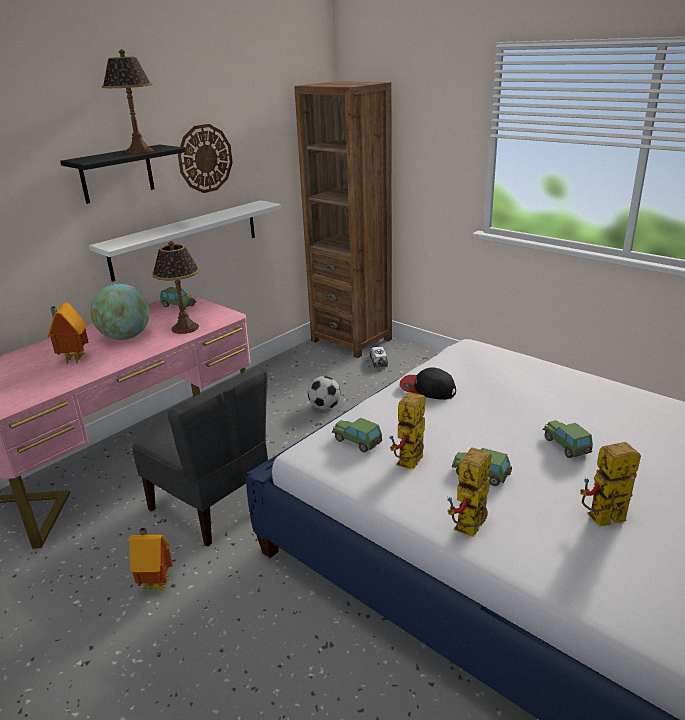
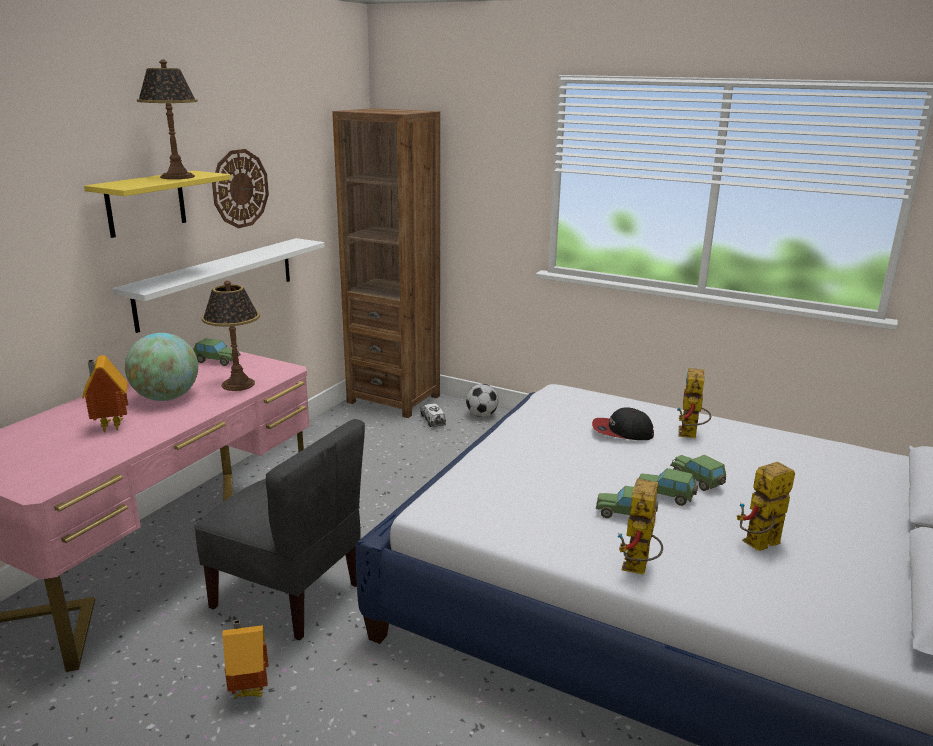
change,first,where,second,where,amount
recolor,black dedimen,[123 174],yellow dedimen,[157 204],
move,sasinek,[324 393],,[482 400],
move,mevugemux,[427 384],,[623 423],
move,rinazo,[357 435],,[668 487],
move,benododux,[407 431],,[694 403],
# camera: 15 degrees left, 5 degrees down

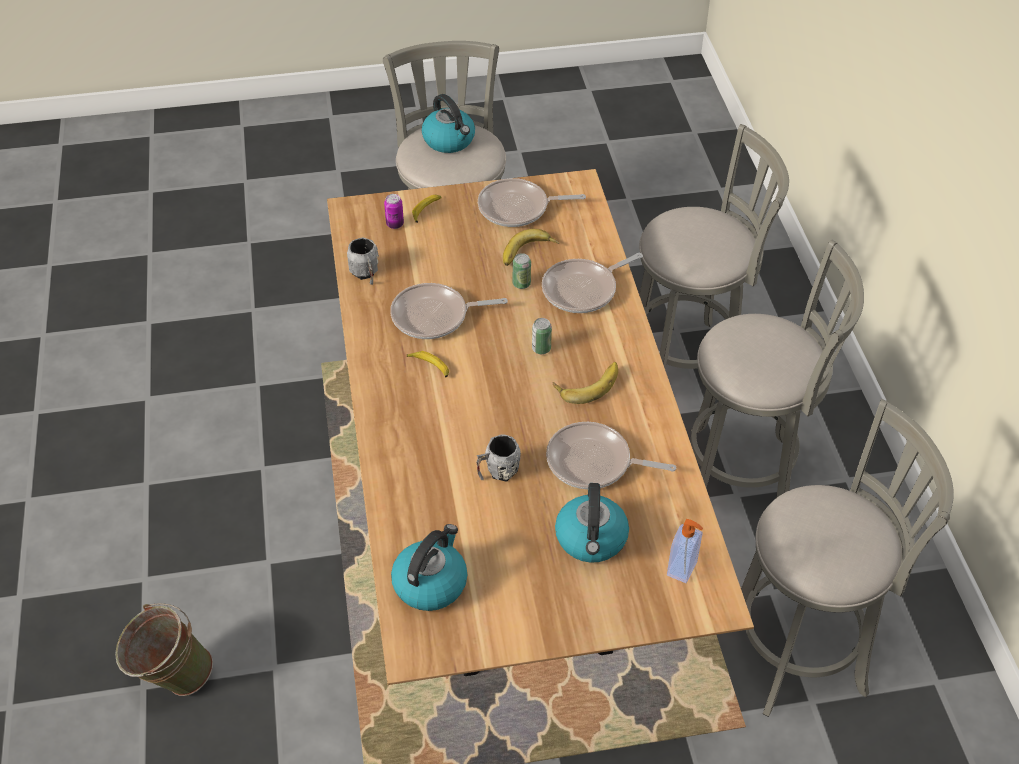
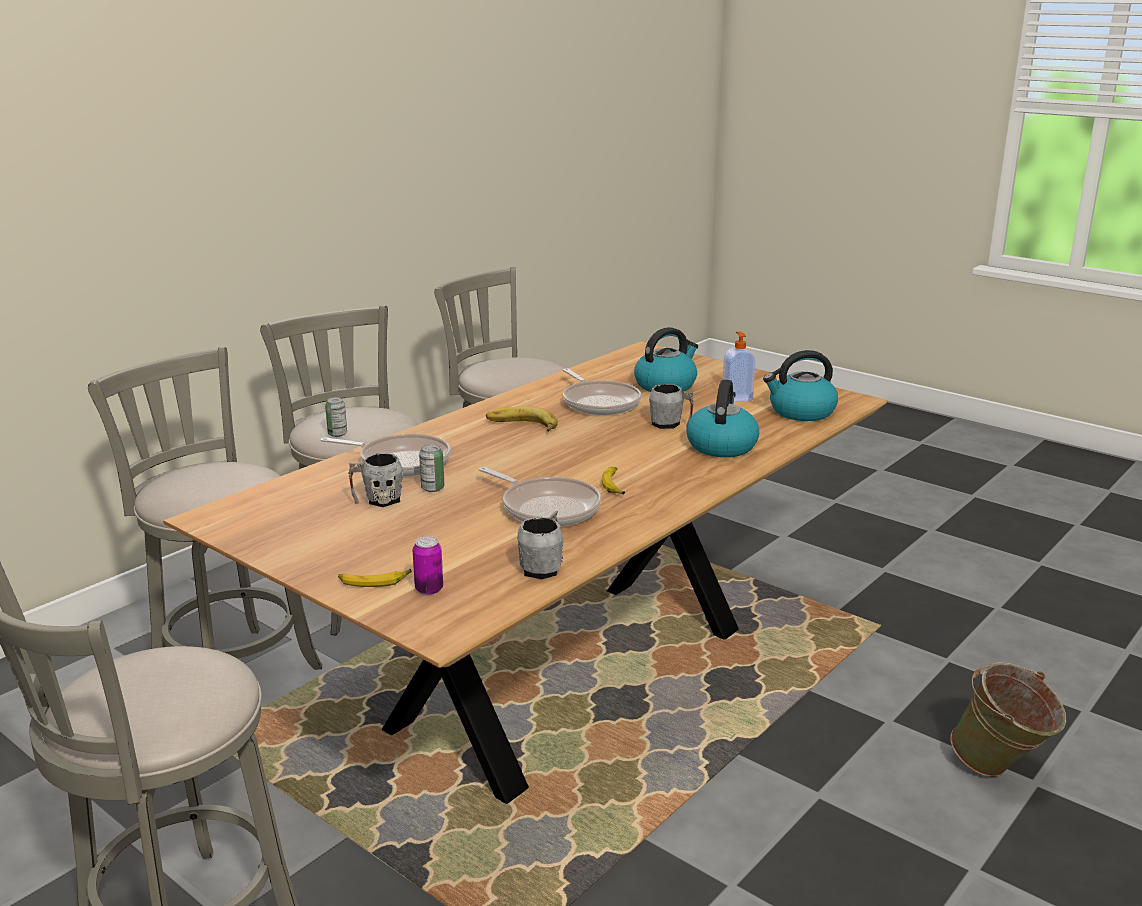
change,first,where,second,where,amount
move,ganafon,[542 336],,[336 417],
replace,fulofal,[531 247],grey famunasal,[375 480],
move,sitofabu,[448 123],,[723 418],
move,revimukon,[685 551],,[739 367],
delete,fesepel,[532 202],,,
# camera: 130 degrees left, 25 degrees down

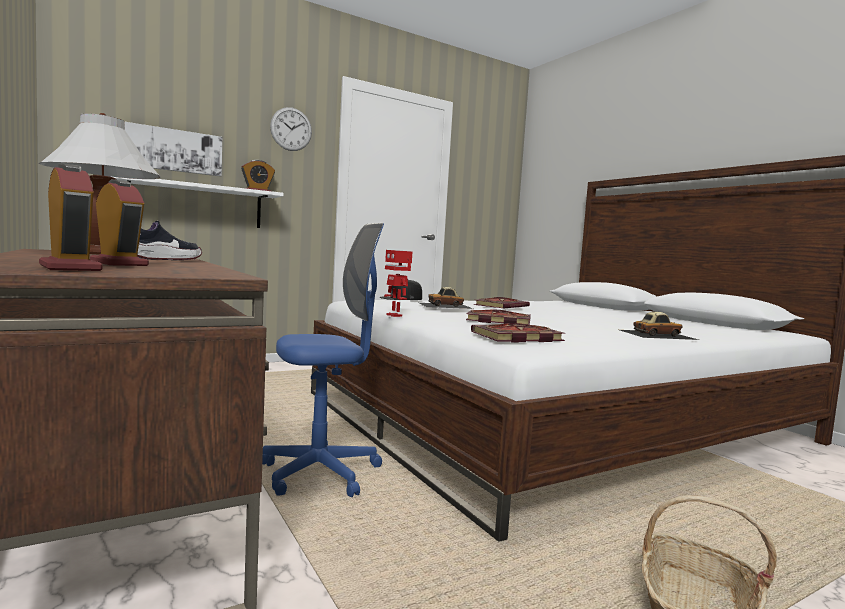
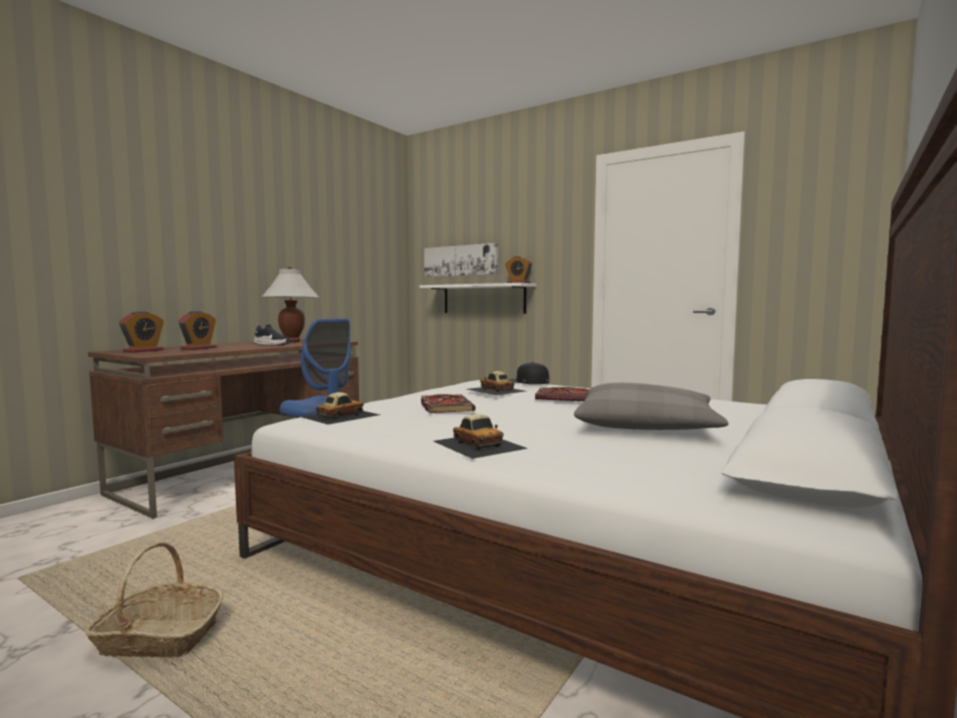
change,first,where,second,where,amount
replace,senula,[518 332],rinazo,[341 408],
insert,,,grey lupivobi,[651 406],
delete,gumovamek,[291 129],,,
delete,benododux,[398 283],,,
# camera: 65 degrees right, 0 degrees up

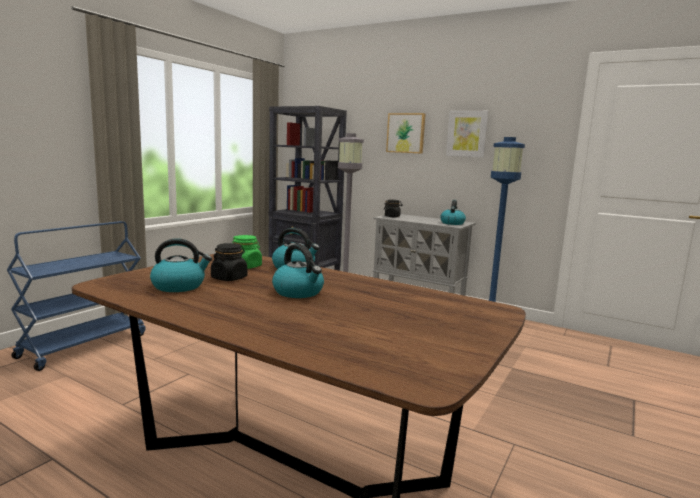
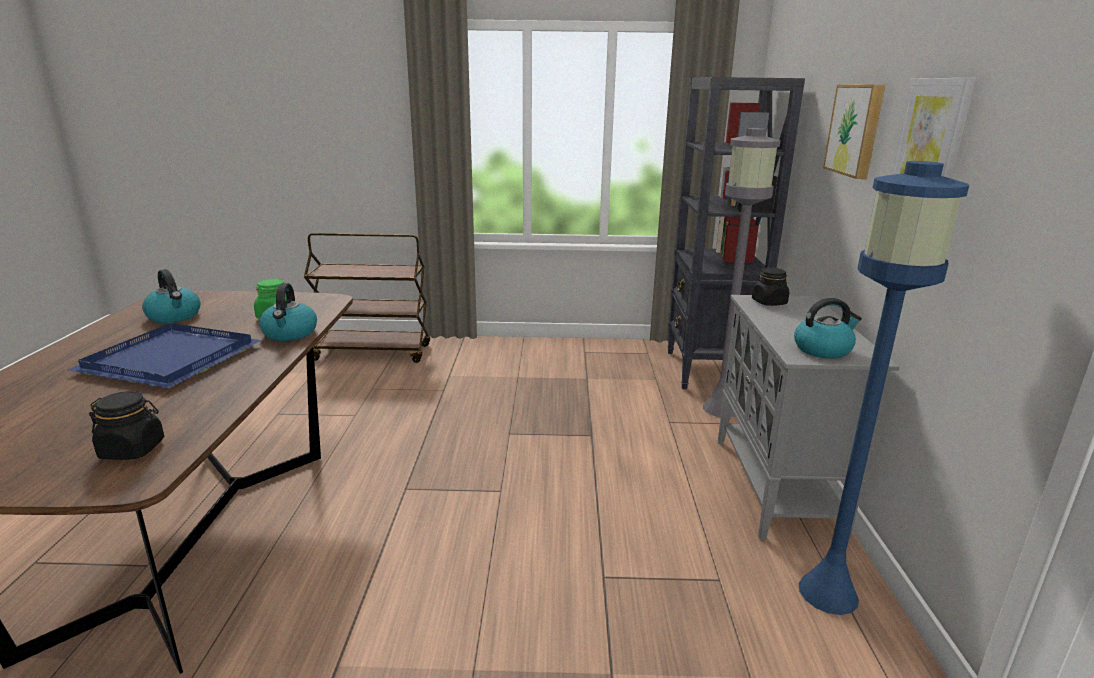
change,first,where,second,where,amount
replace,sitofabu,[298 271],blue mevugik,[165 355],
move,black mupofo,[229 262],,[126 425],
recolor,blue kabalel,[76 296],brown kabalel,[367 298],
# camera: 60 degrees right, 10 degrees up

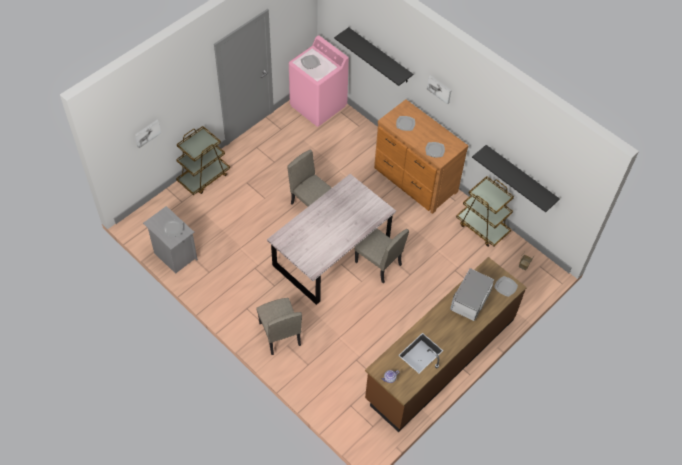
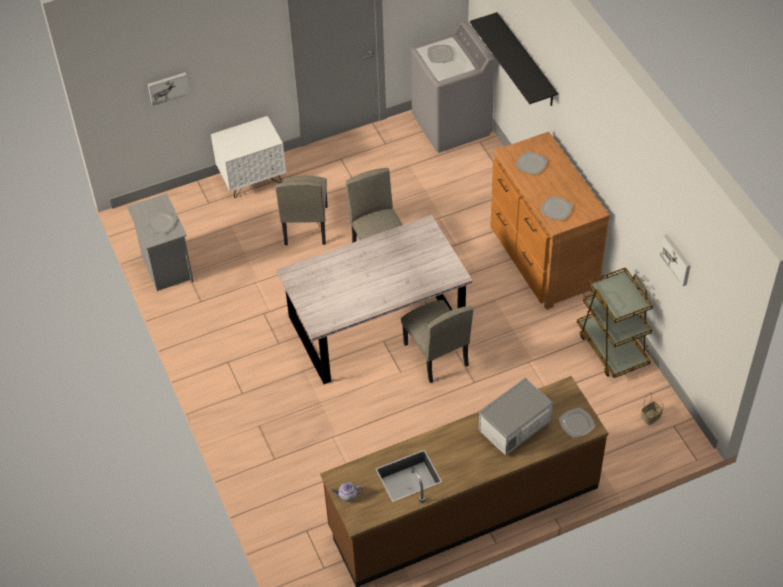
change,first,where,second,where,amount
replace,brown kabalel,[203 160],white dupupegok,[248 157],
move,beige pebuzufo,[279 326],,[301 210],
recolor,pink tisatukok,[319 81],grey tisatukok,[452 87],
move,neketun,[439 90],,[675 260],
delete,black dedimen,[516 178],,,
# camera: 25 degrees right, 5 degrees down

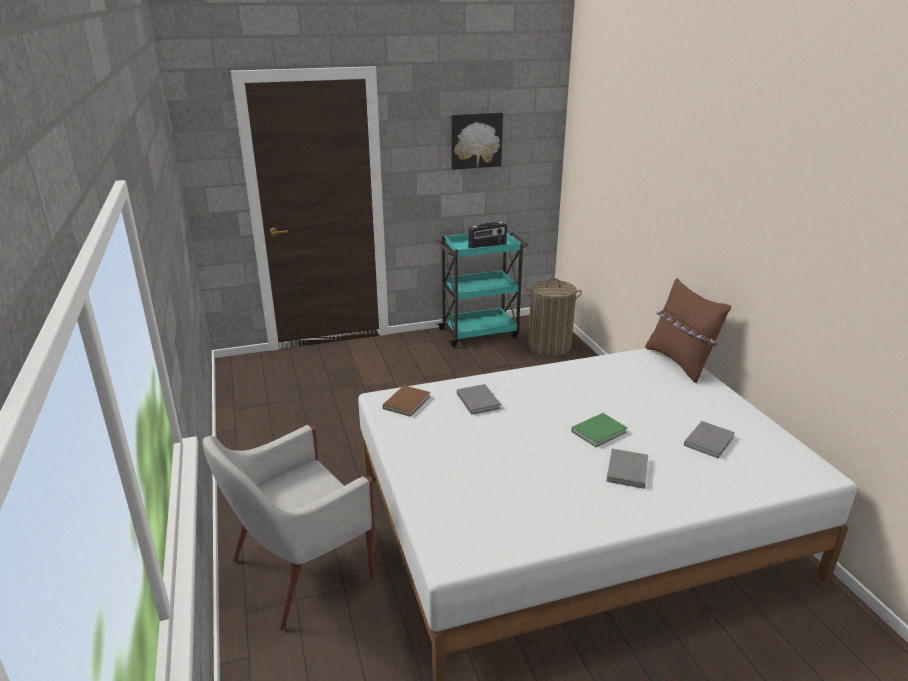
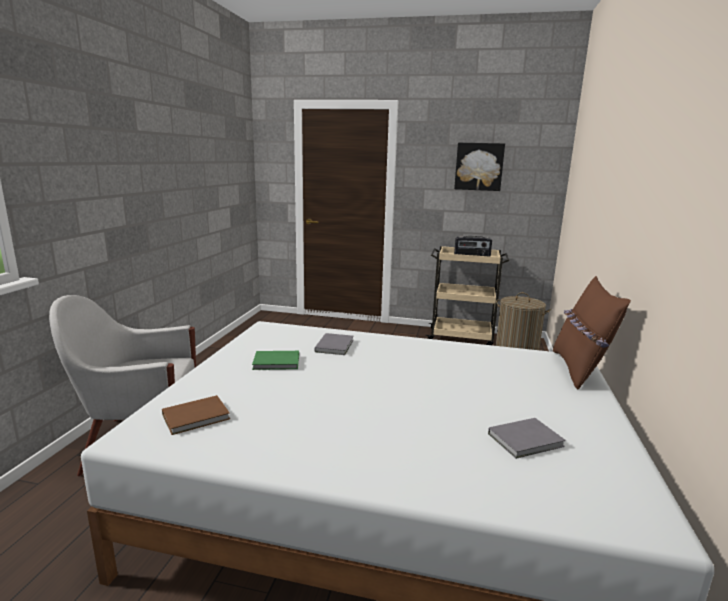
change,first,where,second,where,amount
move,brown senula,[407 401],,[196 415],
move,green senula,[599 430],,[275 360],
recolor,turquoise kabalel,[482 289],beige kabalel,[467 295],
delete,grey senula,[627 469],,,
# camera: 30 degrees right, 10 degrees down

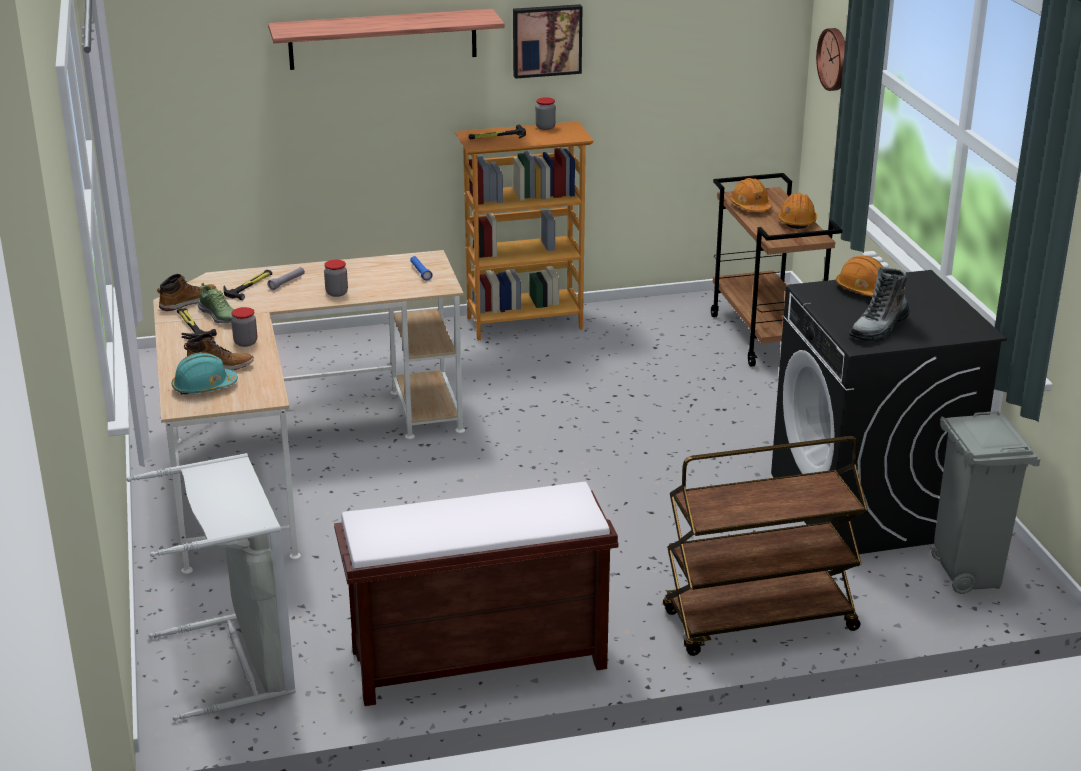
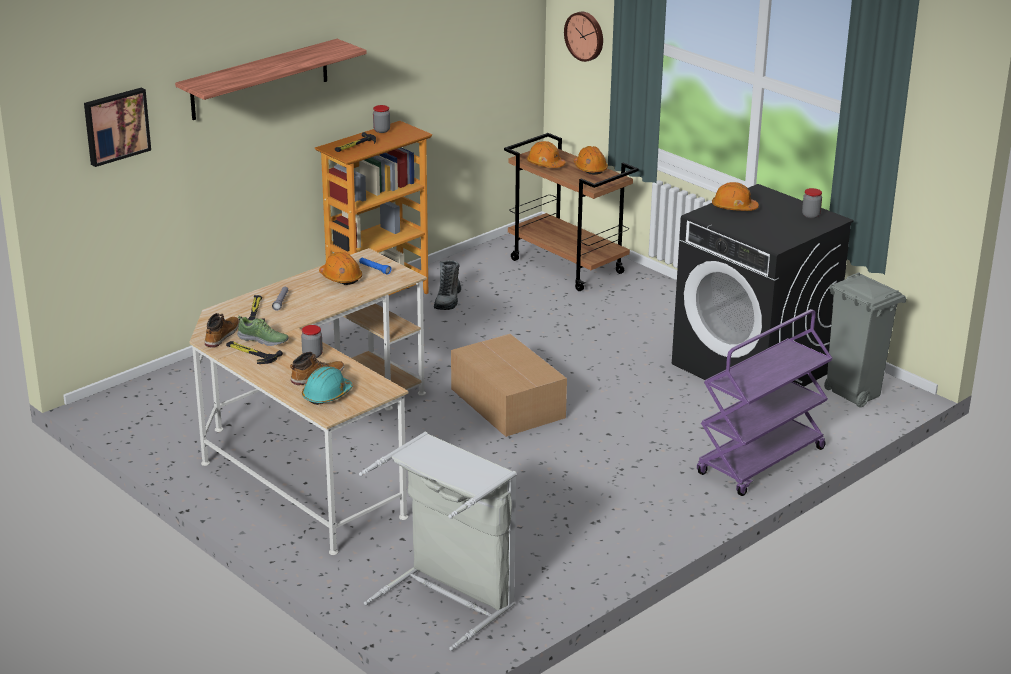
change,first,where,second,where,amount
move,neketun,[547 41],,[117 127],
insert,,,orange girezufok,[340 268],
move,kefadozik,[879 304],,[447 285],
insert,,,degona,[509 385],
recolor,brown kabalel,[765 546],purple kabalel,[765 402],
move,mupofo,[336 278],,[812 203],
delete,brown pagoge,[476 594],,,
# camera: 30 degrees left, 0 degrees up

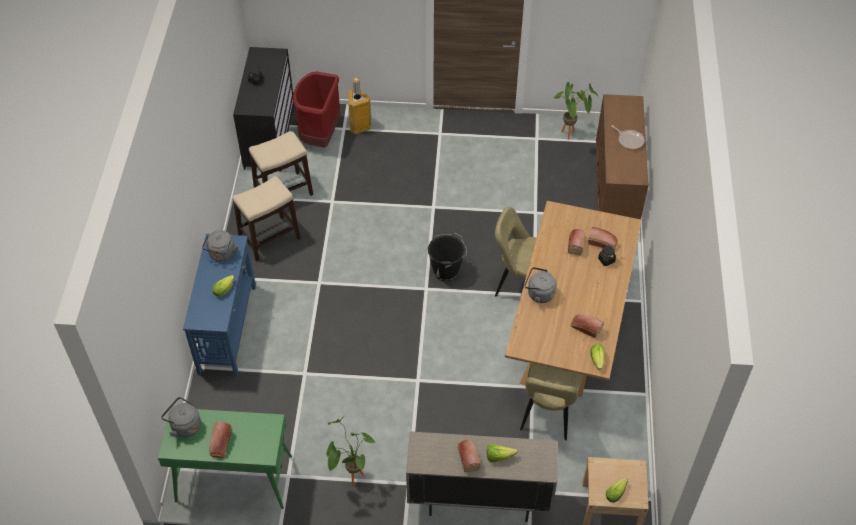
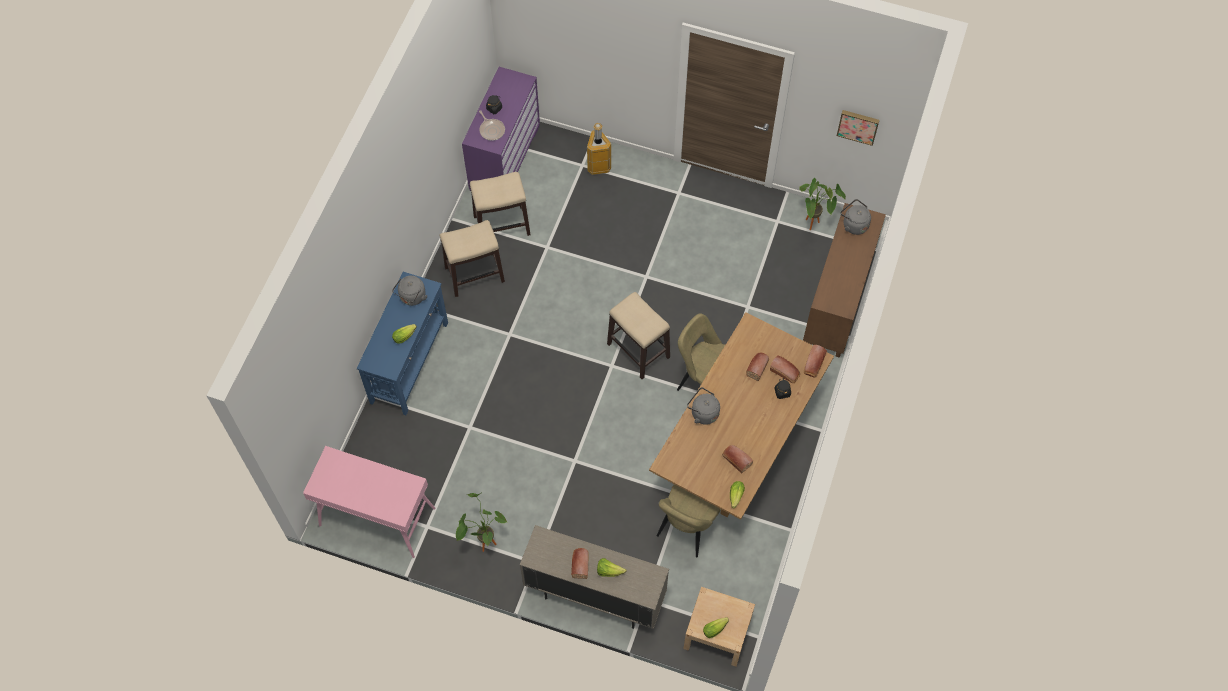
change,first,where,second,where,amount
recolor,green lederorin,[225 458],pink lederorin,[369 502],
recolor,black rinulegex,[263 109],purple rinulegex,[501 129],
move,fesepel,[627 137],,[492 125],
replace,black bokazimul,[447 257],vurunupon,[638 335],
move,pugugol,[220 439],,[815 361],
insert,,,neketun,[858 128],
move,grey sitofabu,[181 417],,[855 217],
delete,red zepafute,[316 110],,,
# camera: 15 degrees right, 10 degrees up

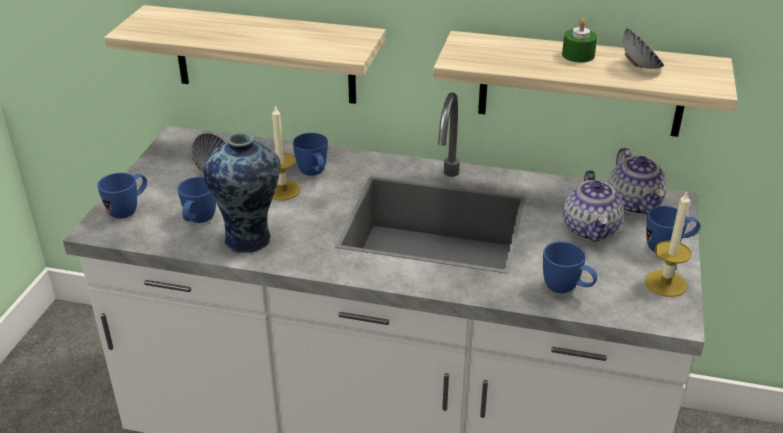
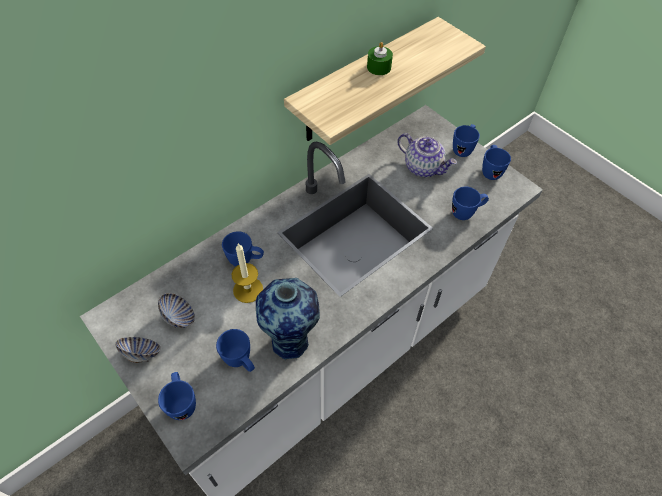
change,first,where,second,where,amount
move,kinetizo,[643 48],,[138 350],
replace,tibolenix,[668 244],blue famunasal,[496 162],
delete,dedimen,[245 54],,,
delete,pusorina,[637 180],,,
# camera: 55 degrees left, 20 degrees up

